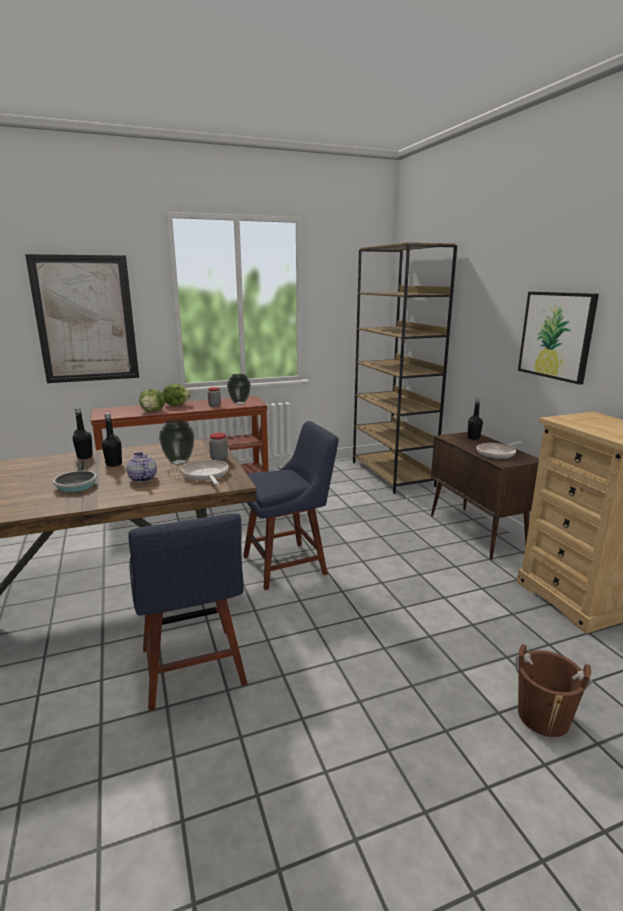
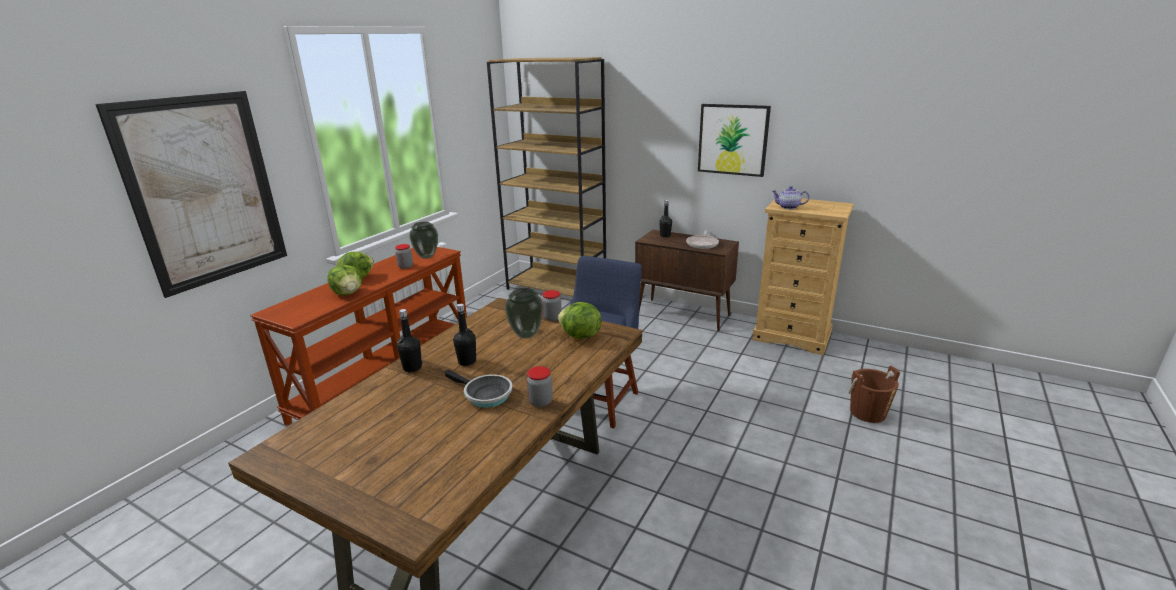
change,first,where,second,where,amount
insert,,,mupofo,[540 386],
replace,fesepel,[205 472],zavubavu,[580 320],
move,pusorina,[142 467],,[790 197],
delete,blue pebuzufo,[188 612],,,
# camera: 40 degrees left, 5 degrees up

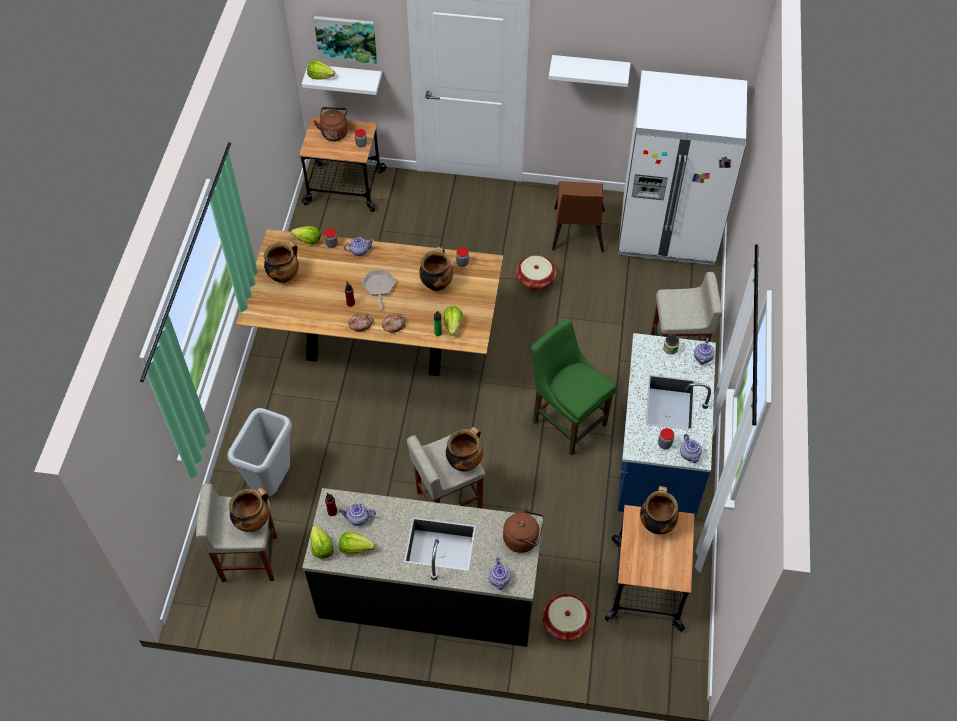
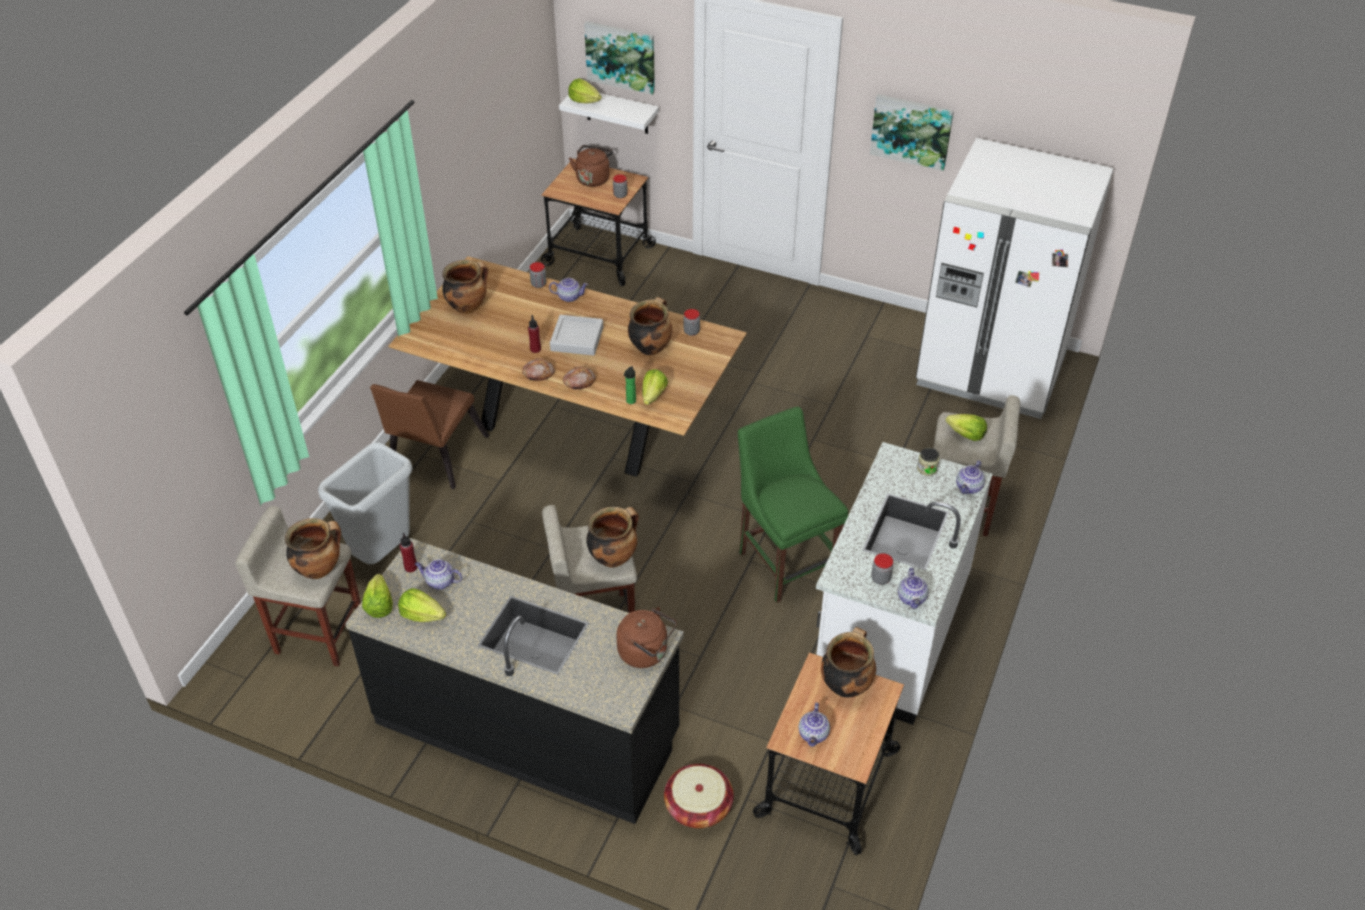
change,first,where,second,where,amount
move,brown pebuzufo,[578 217],,[429 434],
replace,fesepel,[379 290],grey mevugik,[576 335],
move,pusorina,[499 573],,[814 724],
recolor,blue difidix,[667 426],white difidix,[904 583],
replace,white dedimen,[589 71],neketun,[912 132],
move,zavubavu,[306 235],,[966 427],
delete,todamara,[536 272],,,
# camera: 15 degrees right, 10 degrees down

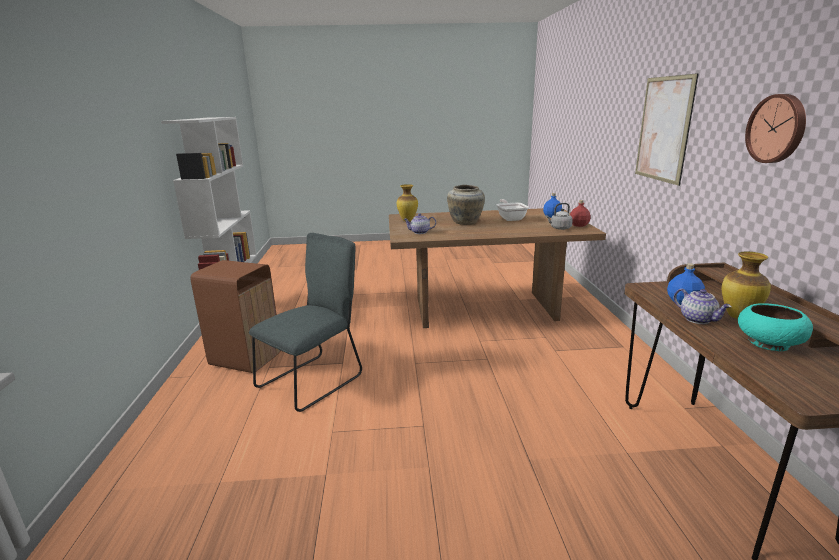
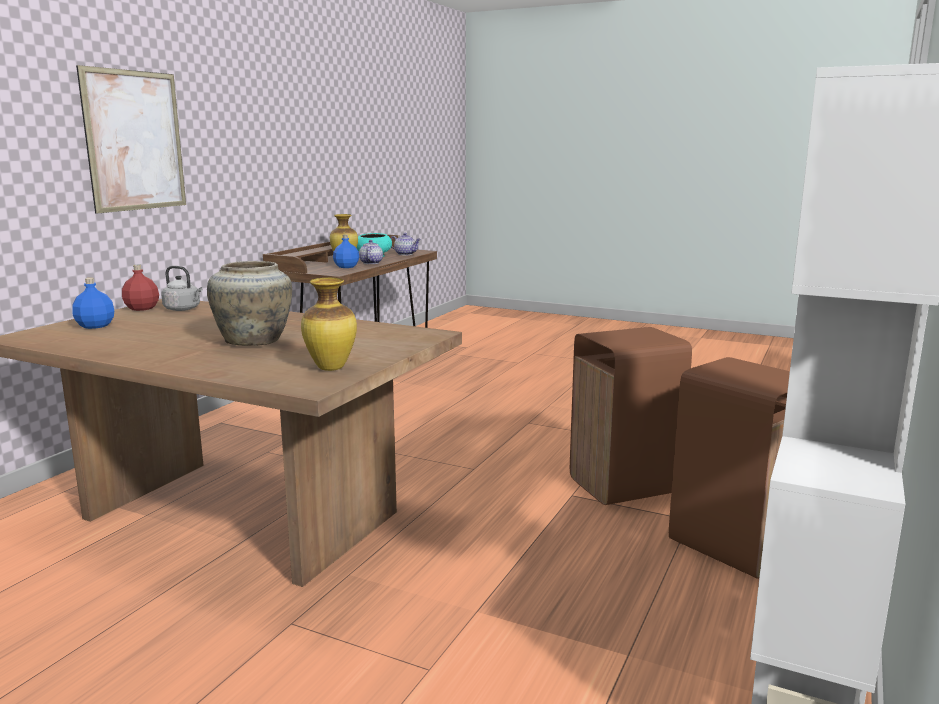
change,first,where,second,where,amount
move,pusorina,[420 223],,[406 244],
replace,grey pebuzufo,[305 322],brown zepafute,[631 416],
delete,fesepel,[512 210],,,
delete,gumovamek,[775 128],,,
# camera: 150 degrees left, 5 degrees down

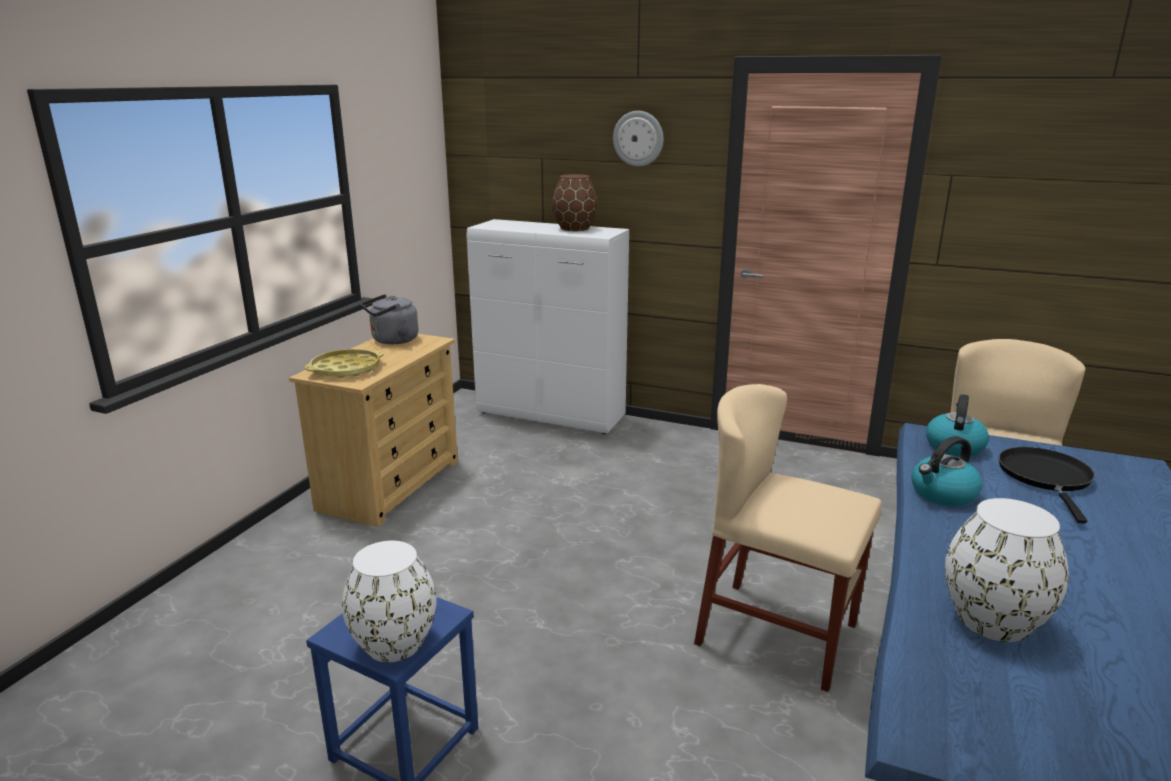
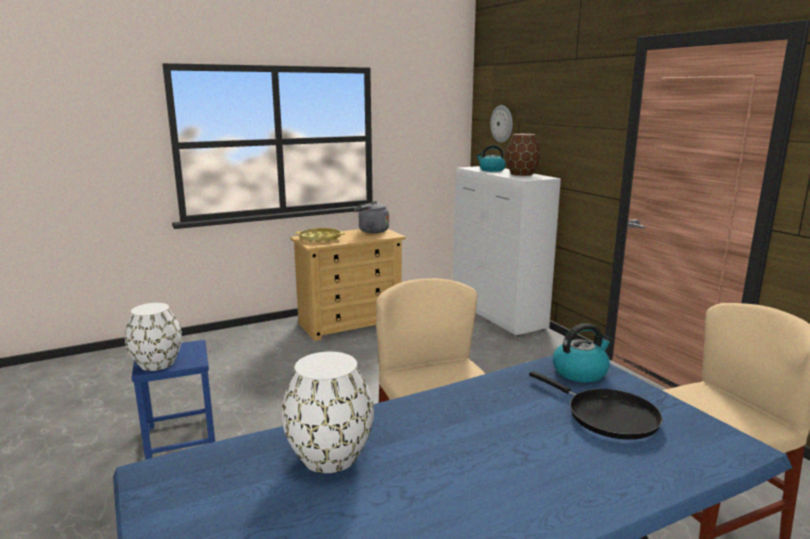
change,first,where,second,where,amount
move,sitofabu,[947 471],,[491 158],
move,gumovamek,[638 138],,[501 124],
rotate,black fesepel,[1047 485],,[596 405],90 degrees clockwise
# camera: 40 degrees right, 5 degrees down

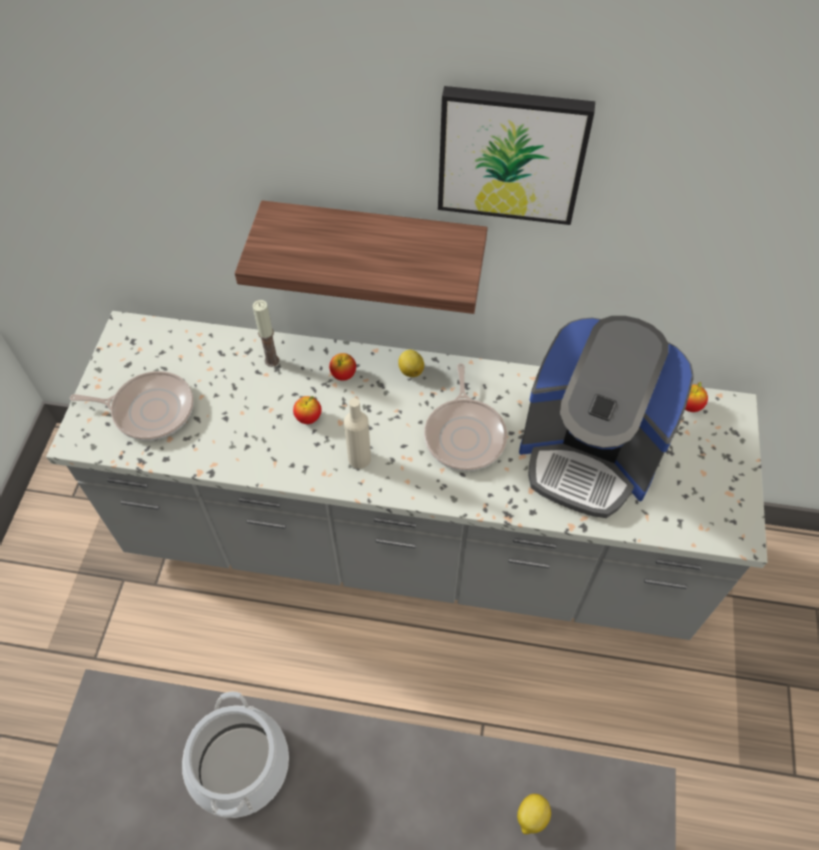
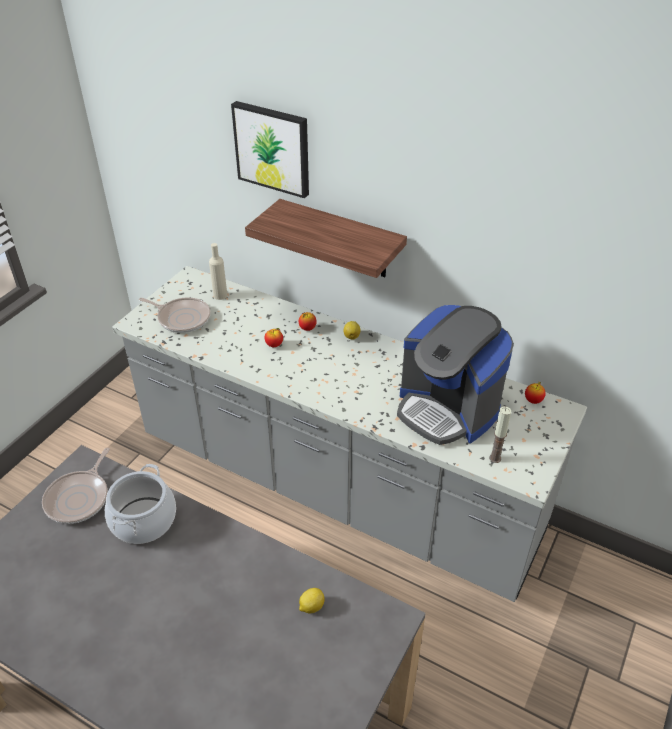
change,first,where,second,where,amount
move,fesepel,[465 417],,[76 486],
move,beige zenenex,[357 433],,[218 271],
move,neketun,[516 155],,[270 149],
move,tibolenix,[265 333],,[500 434],
# camera: 20 degrees right, 15 degrees down

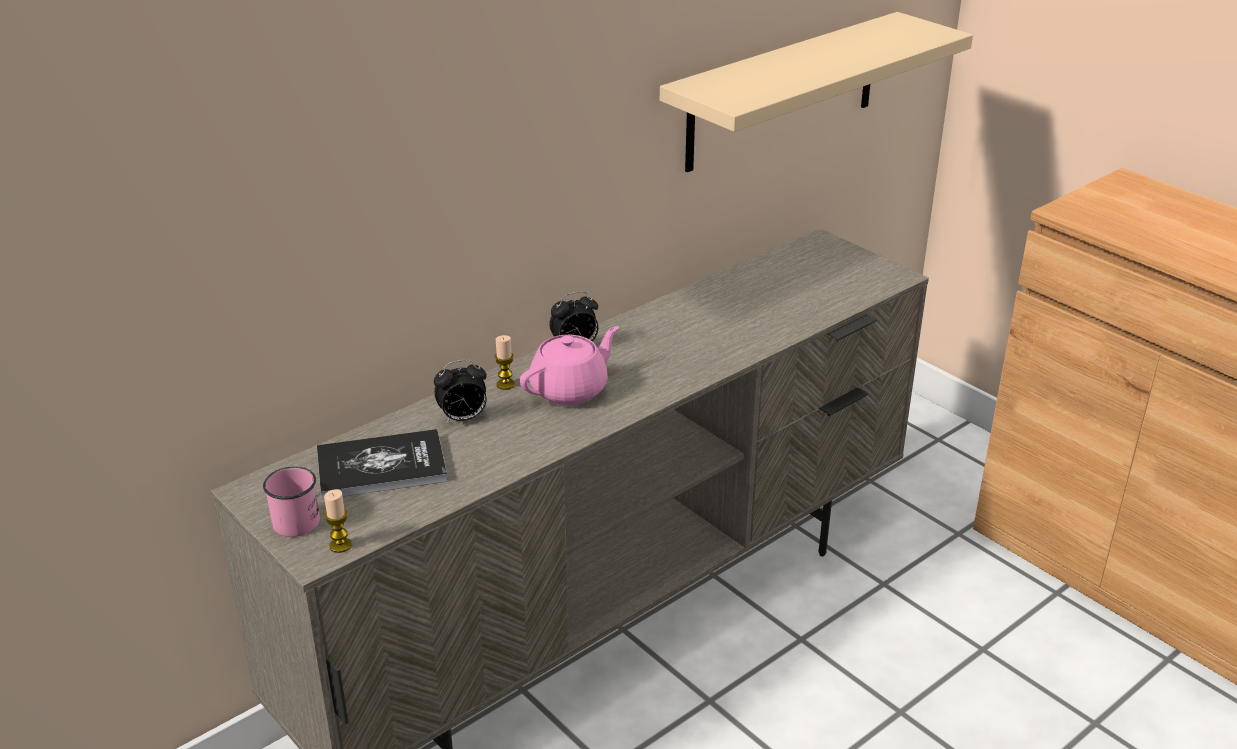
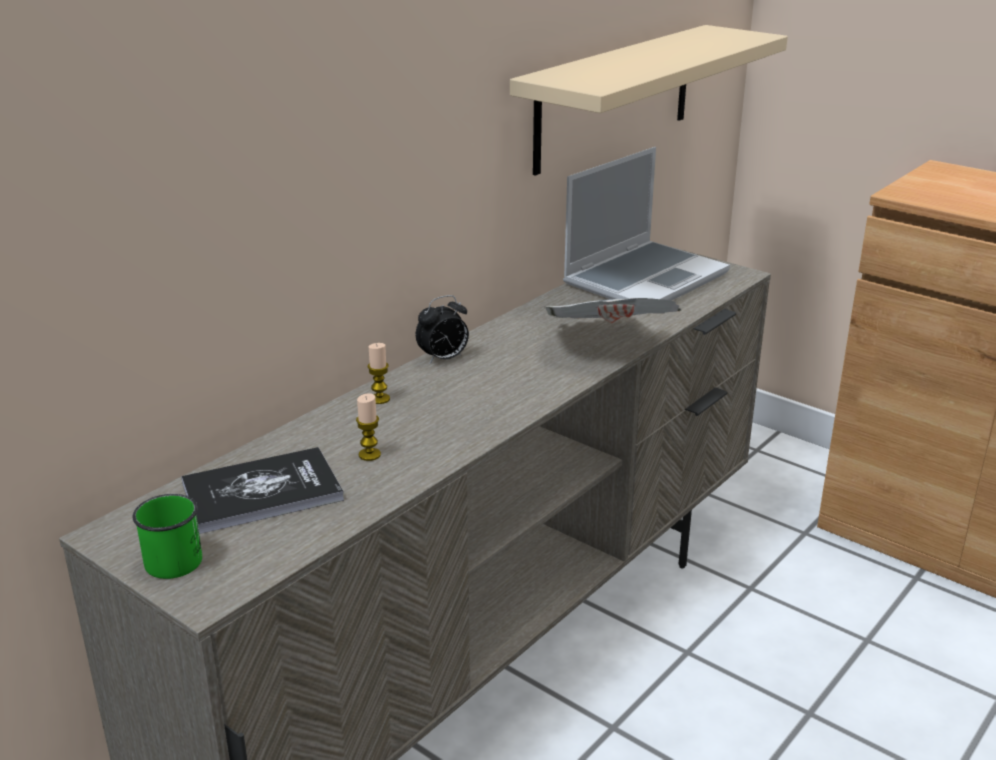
change,first,where,second,where,amount
recolor,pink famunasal,[291 502],green famunasal,[167 536],
move,tibolenix,[338 521],,[368 427],
insert,,,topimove,[613 310],
insert,,,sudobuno,[646 224],
delete,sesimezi,[460 391],,,
delete,pink pusorina,[569 365],,,
# camera: 10 degrees left, 5 degrees down

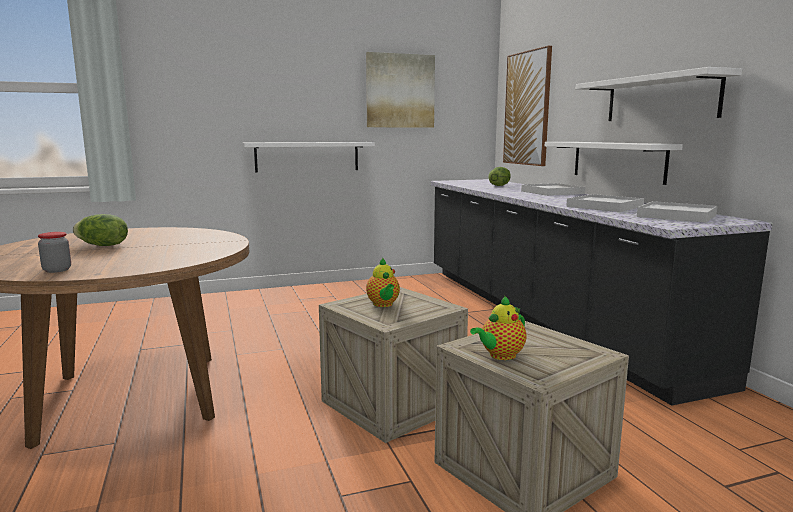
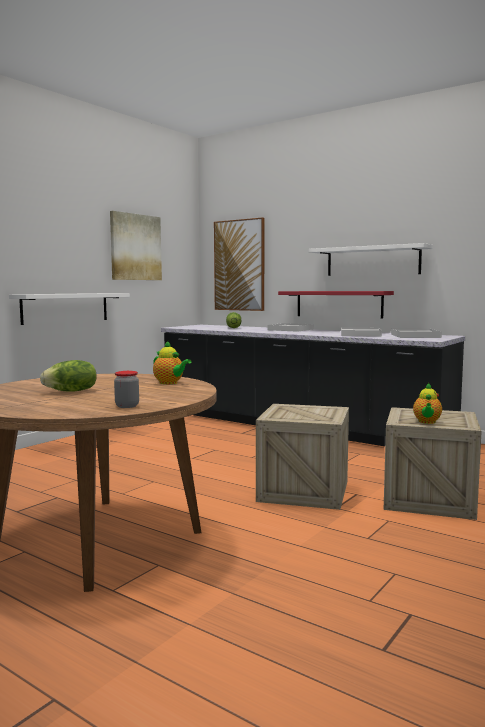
change,first,where,second,where,amount
move,pusorina,[383 282],,[172 362],
recolor,white dedimen,[614 163],red dedimen,[336 305],
# camera: 35 degrees left, 5 degrees down

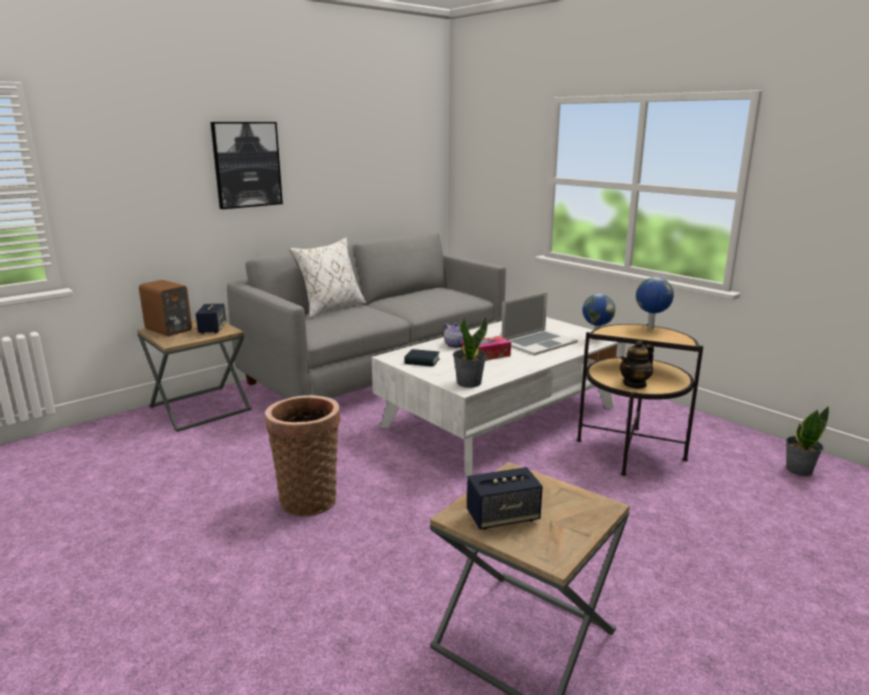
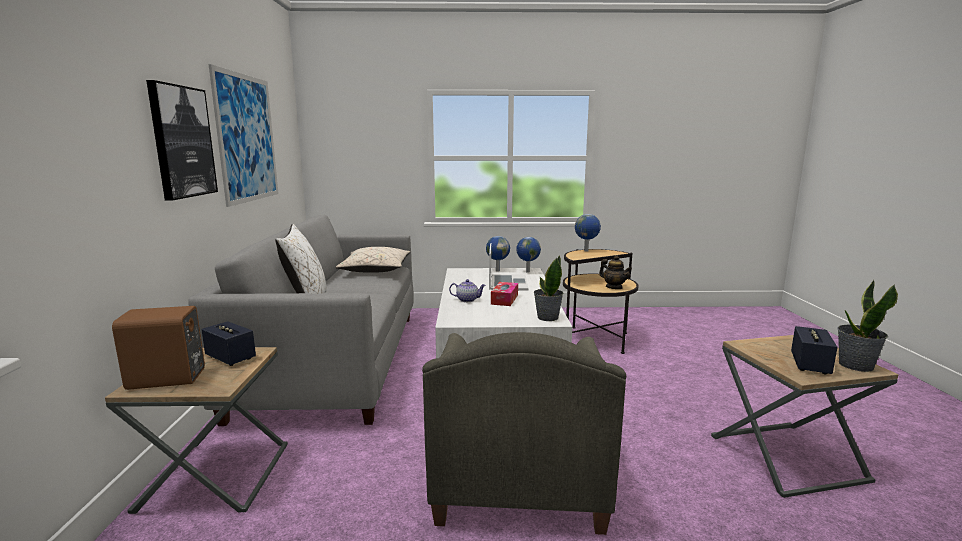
change,first,where,second,where,amount
insert,,,neketun,[243 135],
insert,,,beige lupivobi,[373 260],
replace,todamara,[303 456],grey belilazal,[524 433],
insert,,,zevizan,[498 253],
rotate,pusorina,[637 364],,[615 272],45 degrees counterclockwise
move,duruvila,[807 441],,[867 325],
delete,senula,[422 358],,,
# camera: 50 degrees left, 5 degrees down

